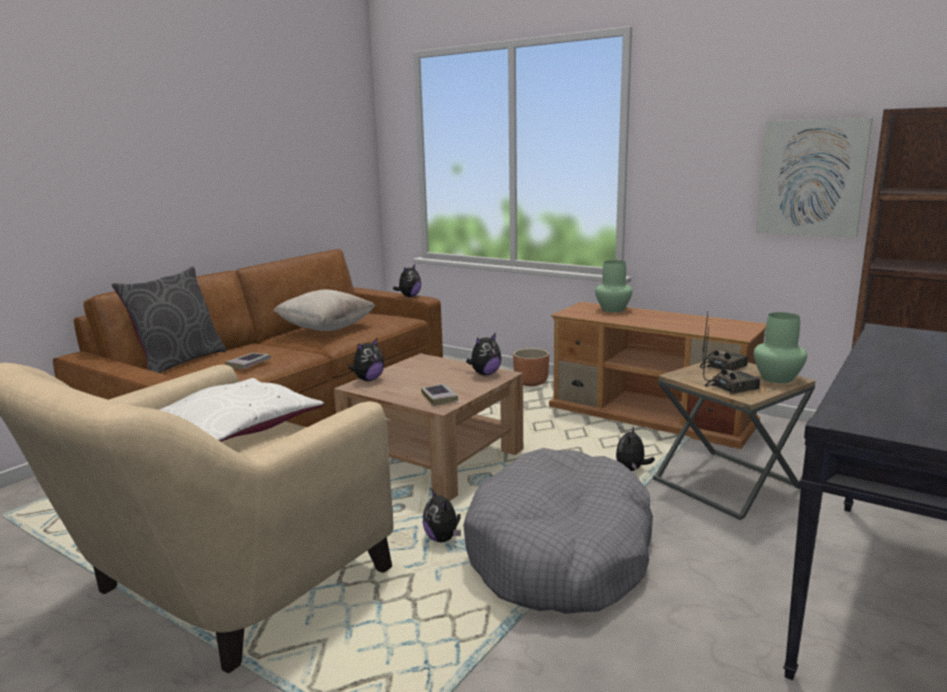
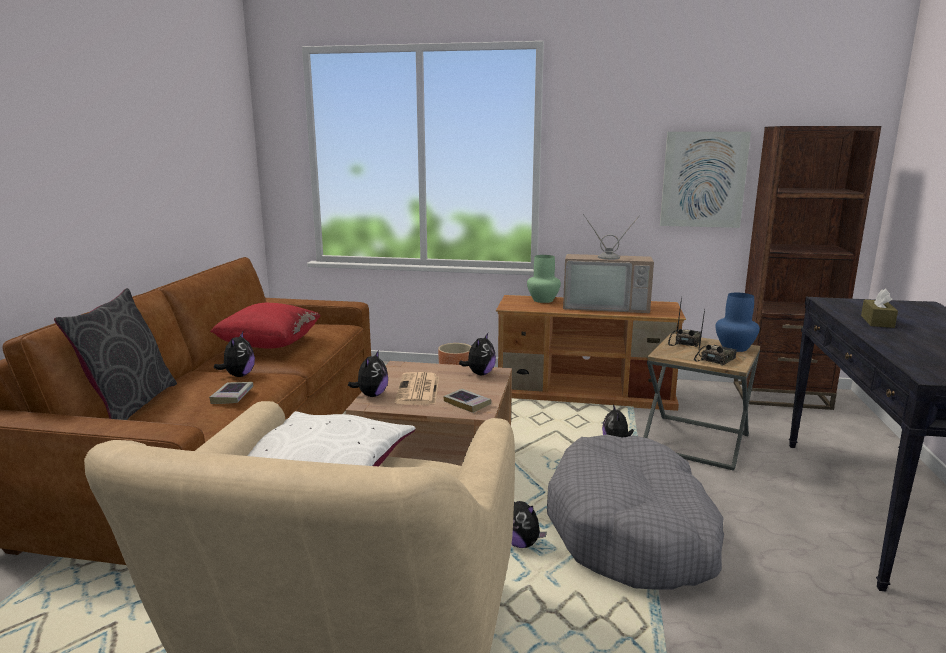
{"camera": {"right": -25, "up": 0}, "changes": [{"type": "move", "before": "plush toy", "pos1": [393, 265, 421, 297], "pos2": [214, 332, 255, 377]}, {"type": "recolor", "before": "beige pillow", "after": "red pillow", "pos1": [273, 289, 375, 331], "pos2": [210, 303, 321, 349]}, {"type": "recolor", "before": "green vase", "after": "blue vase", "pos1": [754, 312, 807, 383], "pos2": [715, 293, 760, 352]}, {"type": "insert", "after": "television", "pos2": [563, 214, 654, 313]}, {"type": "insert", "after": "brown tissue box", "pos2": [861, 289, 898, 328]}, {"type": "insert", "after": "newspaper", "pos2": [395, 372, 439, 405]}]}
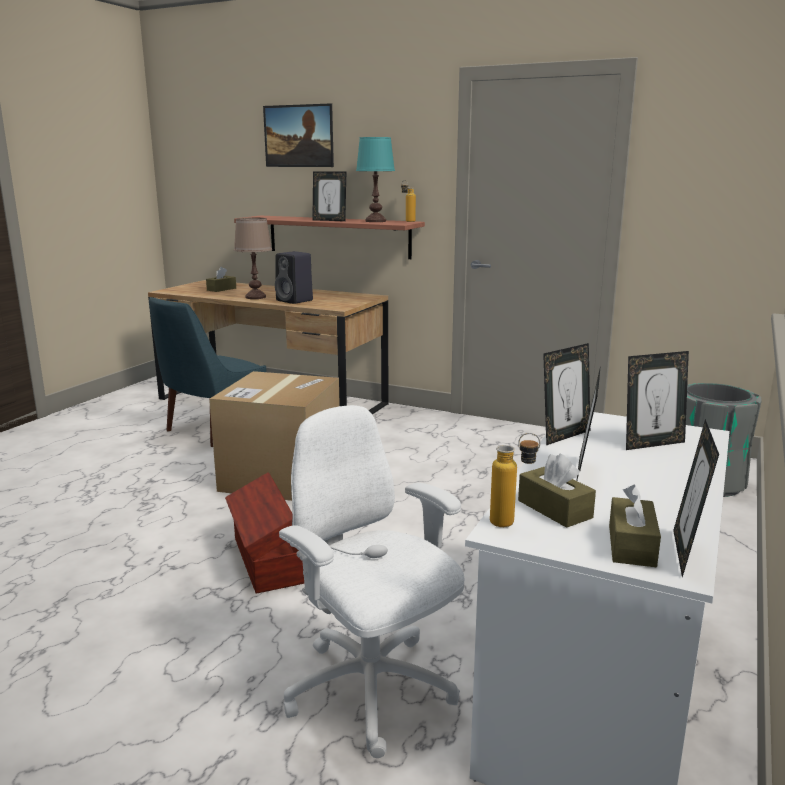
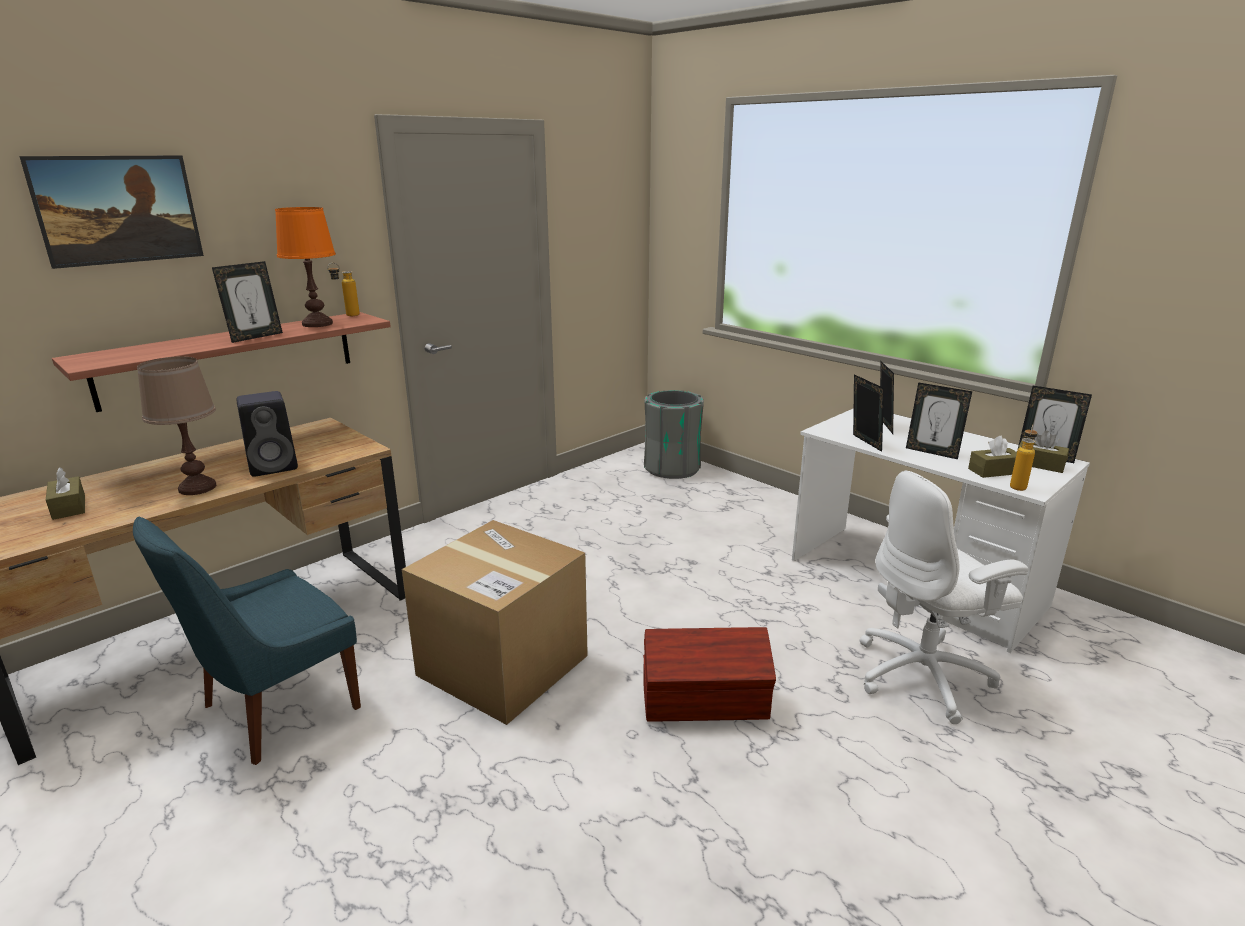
{"camera": {"right": -70, "up": 5}, "changes": [{"type": "recolor", "before": "turquoise table lamp", "after": "orange table lamp", "pos1": [356, 137, 395, 222], "pos2": [275, 207, 336, 327]}, {"type": "rotate", "before": "blue chair", "pos1": [149, 297, 266, 447], "pos2": [133, 517, 361, 765], "turn": 75}]}
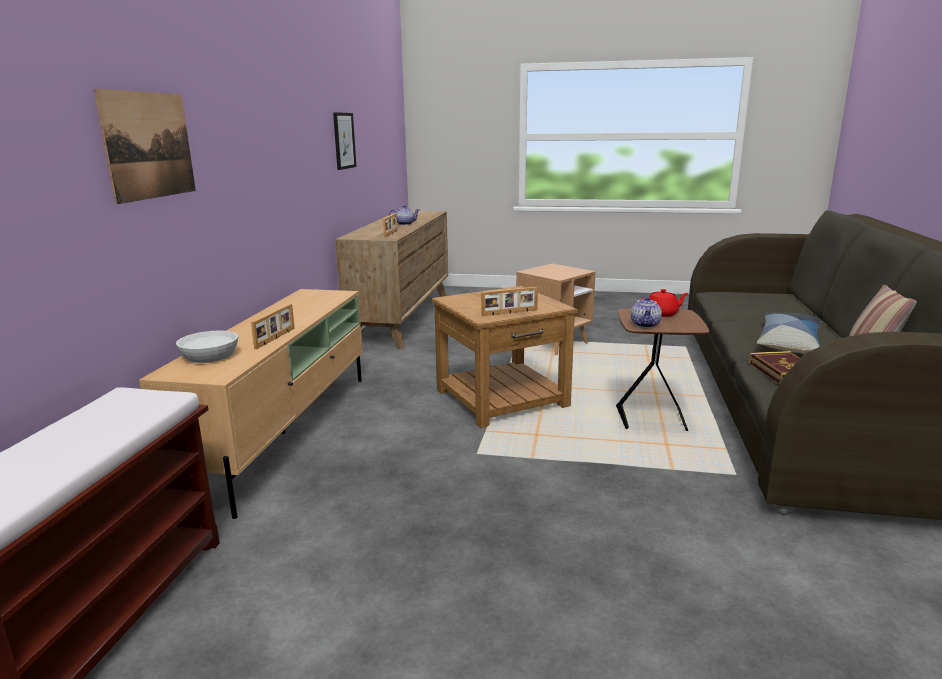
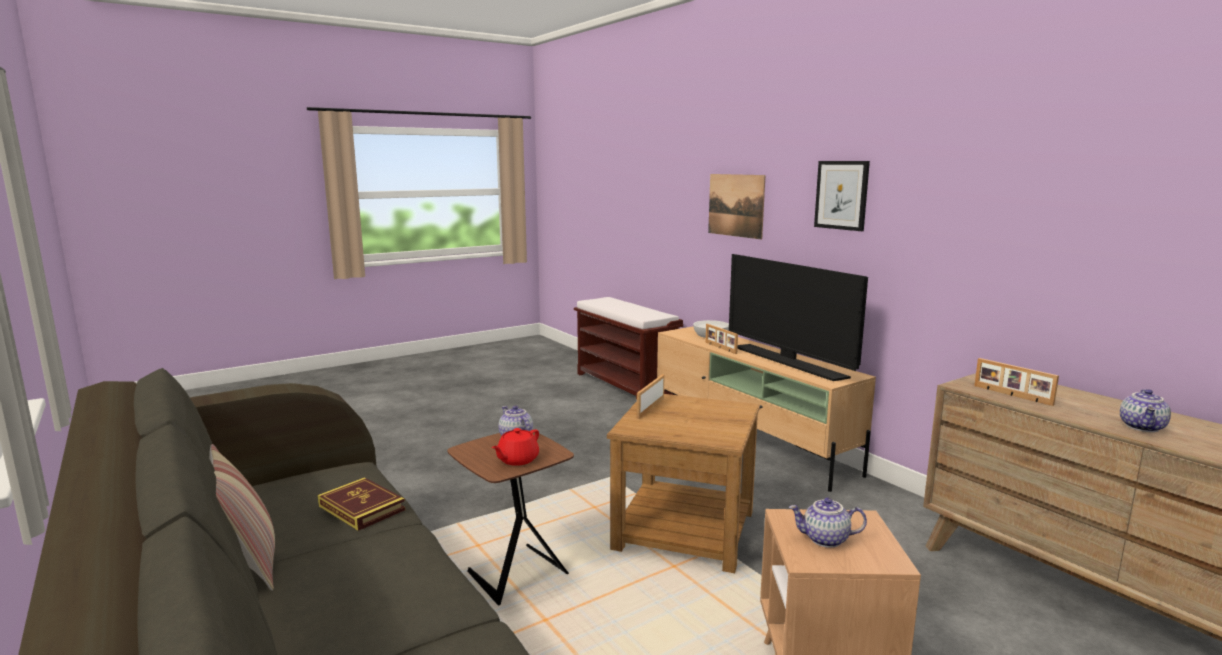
{"camera": {"right": 135, "up": -5}, "changes": [{"type": "move", "before": "picture", "pos1": [333, 112, 356, 170], "pos2": [814, 161, 870, 231]}, {"type": "delete", "before": "pillow", "pos1": [757, 312, 822, 354]}, {"type": "insert", "after": "television", "pos2": [729, 254, 868, 381]}, {"type": "insert", "after": "teapot", "pos2": [789, 498, 867, 548]}]}
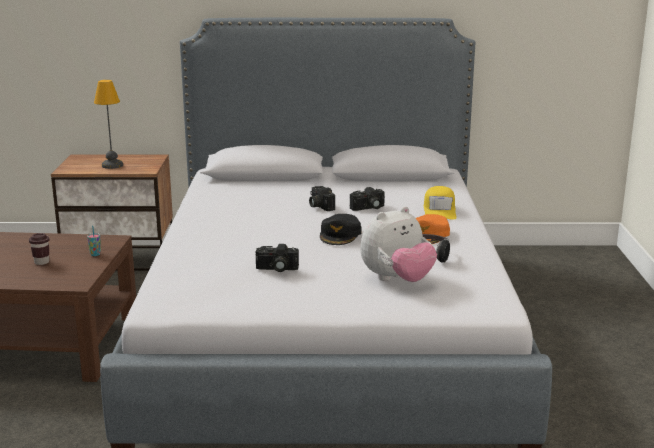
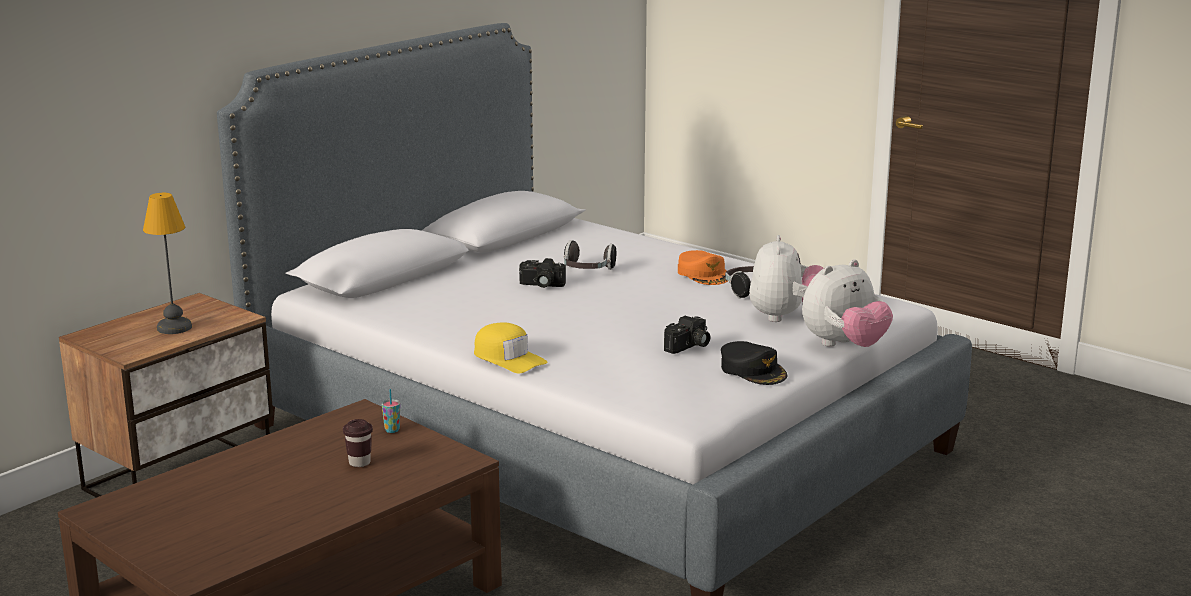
{"camera": {"right": -50, "up": 0}, "changes": [{"type": "move", "before": "yellow cap", "pos1": [424, 186, 457, 220], "pos2": [474, 323, 547, 374]}, {"type": "replace", "before": "photo camera", "after": "headphones", "pos1": [350, 187, 385, 211], "pos2": [563, 240, 616, 270]}, {"type": "move", "before": "black cap", "pos1": [320, 214, 362, 245], "pos2": [721, 341, 788, 385]}, {"type": "insert", "after": "plush toy", "pos2": [802, 259, 893, 347]}]}
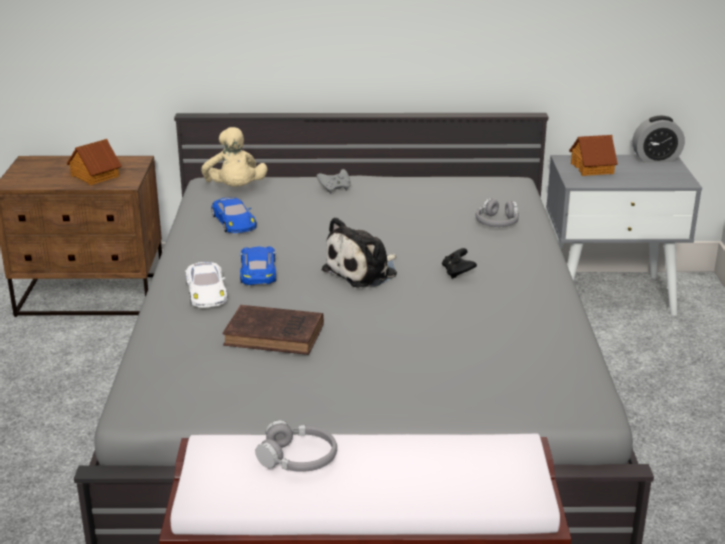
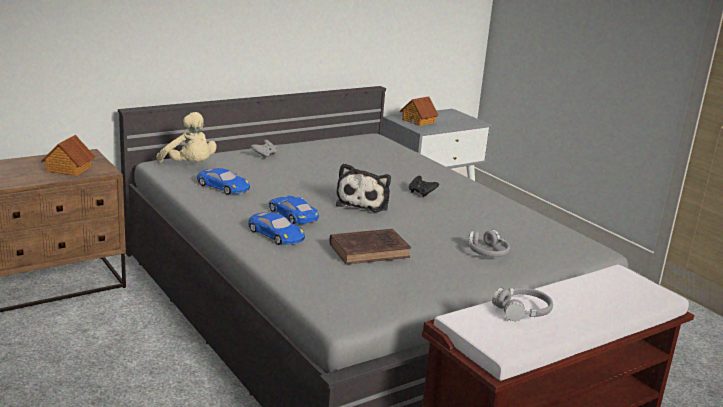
{"camera": {"right": -35, "up": -5}, "changes": [{"type": "delete", "before": "alarm clock", "pos1": [632, 116, 685, 163]}, {"type": "move", "before": "grey headphones", "pos1": [475, 198, 519, 227], "pos2": [468, 230, 510, 257]}, {"type": "recolor", "before": "white toy car", "after": "blue toy car", "pos1": [185, 262, 227, 307], "pos2": [248, 212, 305, 245]}]}
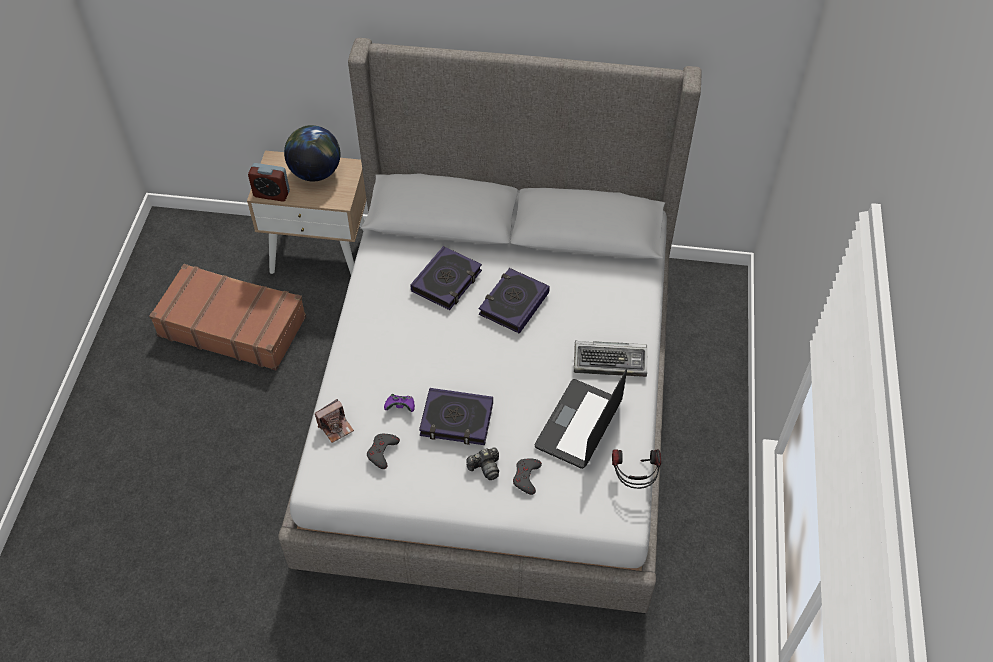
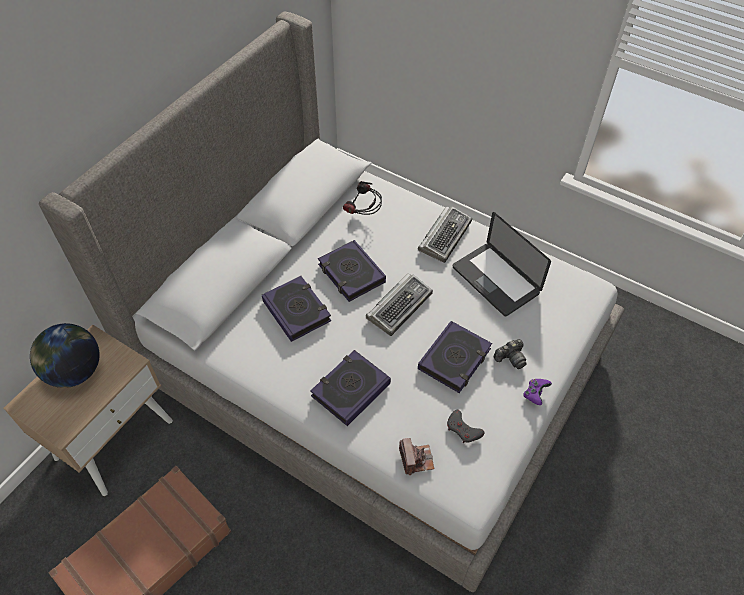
{"camera": {"right": -65, "up": 0}, "changes": [{"type": "delete", "before": "alarm clock", "pos1": [248, 163, 290, 201]}, {"type": "move", "before": "purple game controller", "pos1": [384, 394, 415, 412], "pos2": [523, 379, 552, 405]}, {"type": "rotate", "before": "photo camera", "pos1": [466, 448, 499, 480], "pos2": [493, 339, 527, 369], "turn": 60}, {"type": "move", "before": "headphones", "pos1": [612, 449, 661, 489], "pos2": [343, 181, 382, 215]}, {"type": "delete", "before": "grey game controller", "pos1": [513, 459, 542, 495]}, {"type": "insert", "after": "keyboard", "pos2": [366, 274, 433, 336]}, {"type": "insert", "after": "book", "pos2": [310, 350, 391, 426]}]}
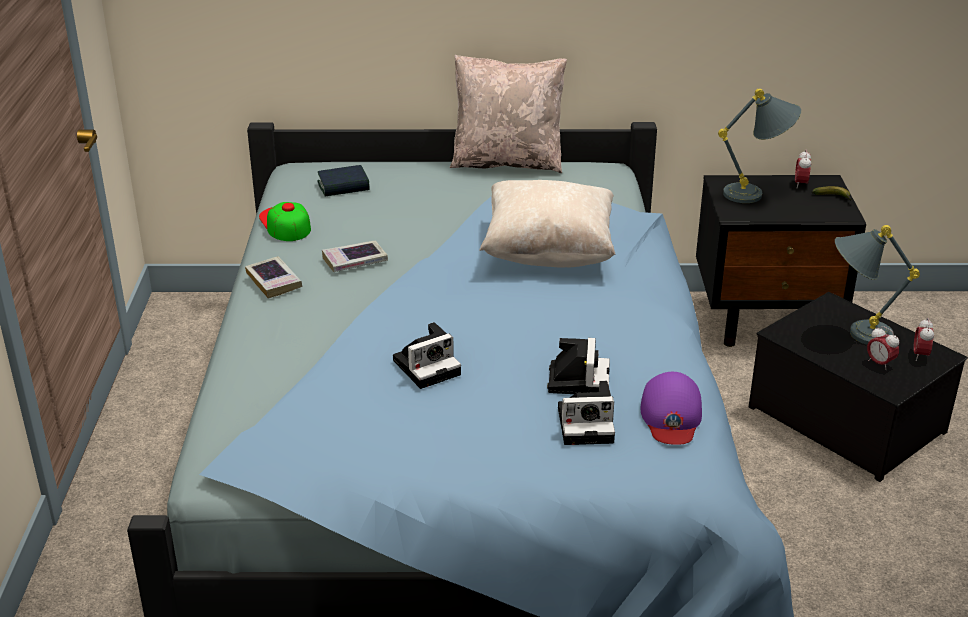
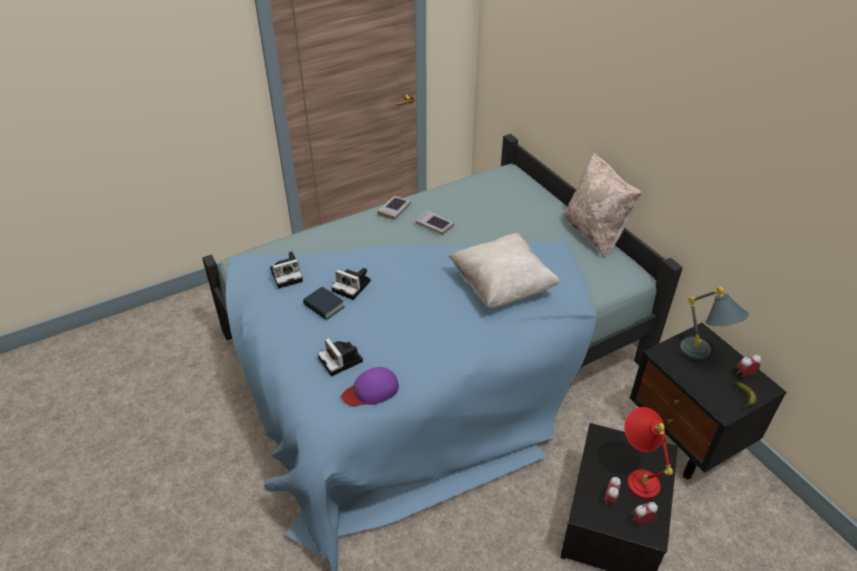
{"camera": {"right": 60, "up": 10}, "changes": [{"type": "move", "before": "book", "pos1": [318, 165, 370, 196], "pos2": [303, 287, 344, 320]}, {"type": "delete", "before": "cap", "pos1": [259, 202, 311, 241]}, {"type": "recolor", "before": "grey table lamp", "after": "red table lamp", "pos1": [835, 225, 920, 345], "pos2": [624, 407, 673, 499]}, {"type": "move", "before": "photo camera", "pos1": [547, 338, 610, 394], "pos2": [270, 251, 303, 288]}]}
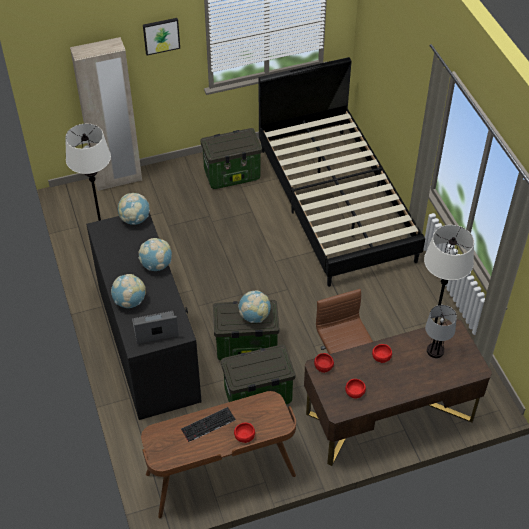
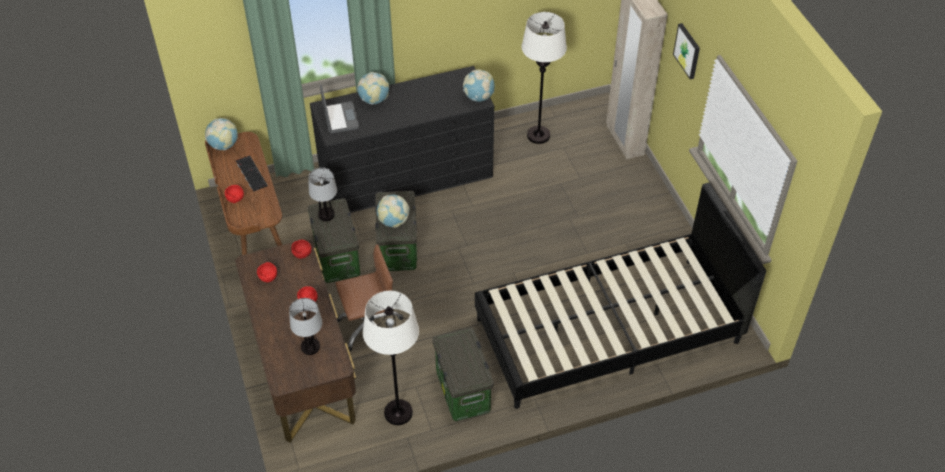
{"camera": {"right": 90, "up": 0}, "changes": [{"type": "move", "before": "storage box", "pos1": [200, 128, 262, 189], "pos2": [433, 327, 494, 421]}, {"type": "move", "before": "globe", "pos1": [139, 238, 172, 271], "pos2": [205, 118, 238, 150]}, {"type": "insert", "after": "table lamp", "pos2": [308, 168, 337, 221]}]}
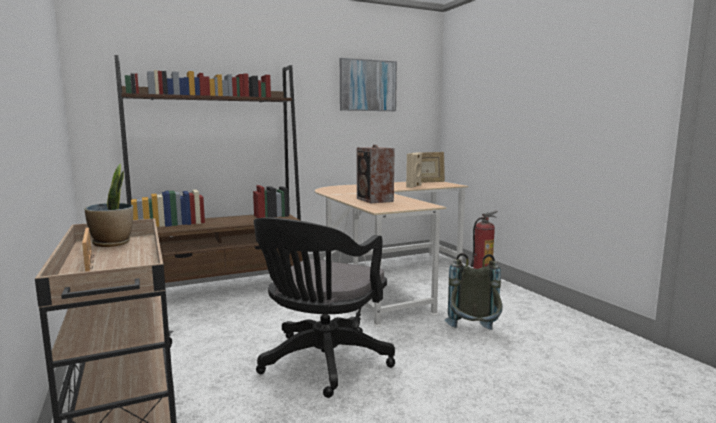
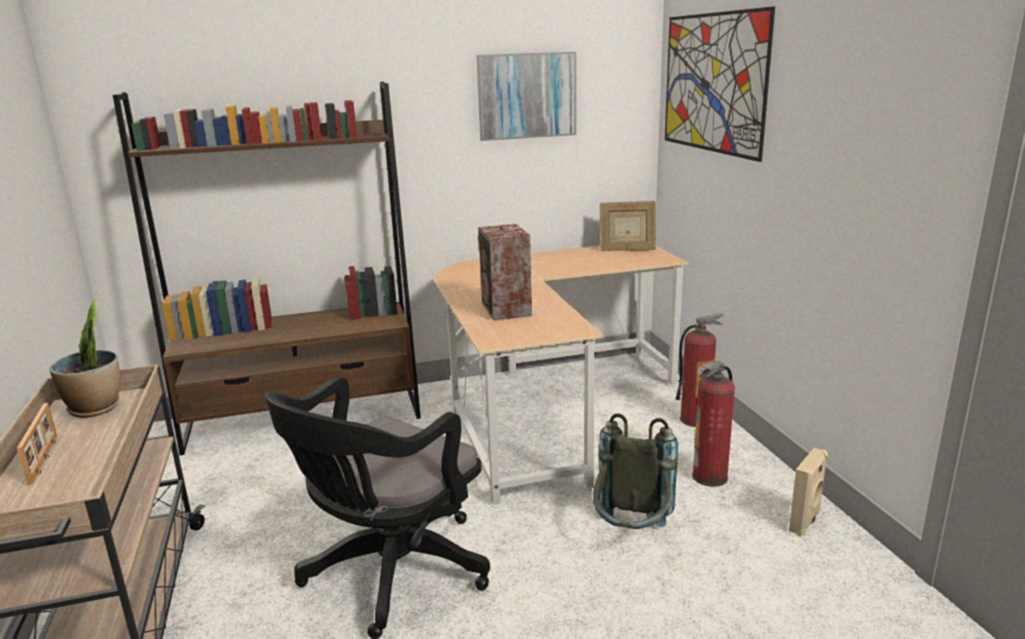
{"camera": {"right": 10, "up": 10}, "changes": [{"type": "move", "before": "beige speaker", "pos1": [406, 152, 422, 188], "pos2": [789, 448, 828, 536]}, {"type": "insert", "after": "picture", "pos2": [665, 6, 775, 162]}, {"type": "insert", "after": "fire extinguisher", "pos2": [692, 361, 735, 487]}]}
